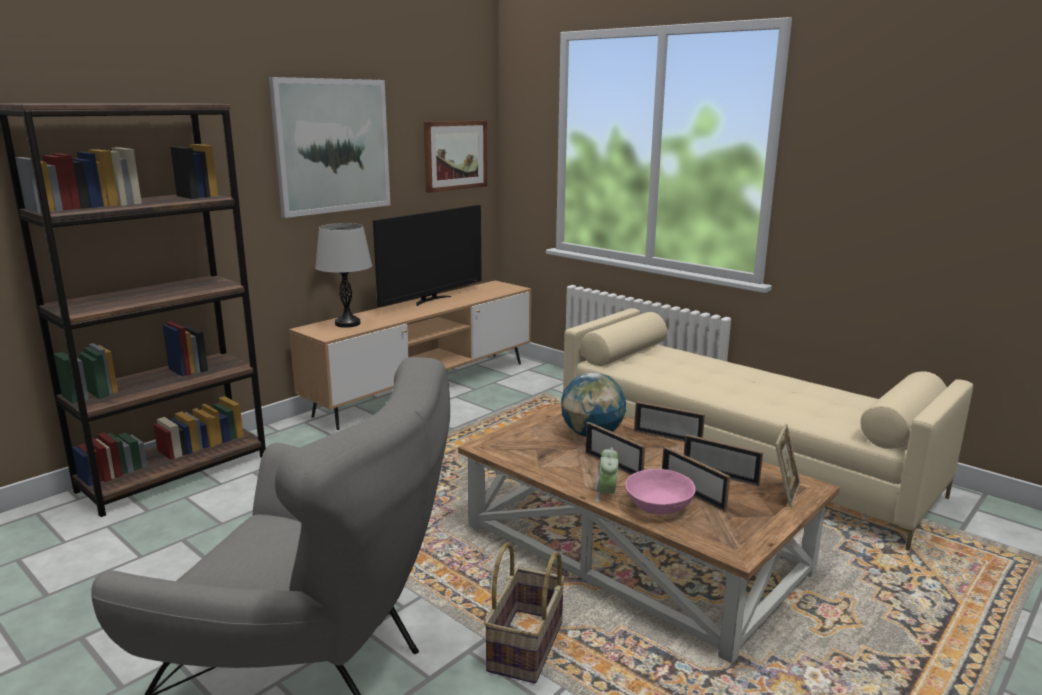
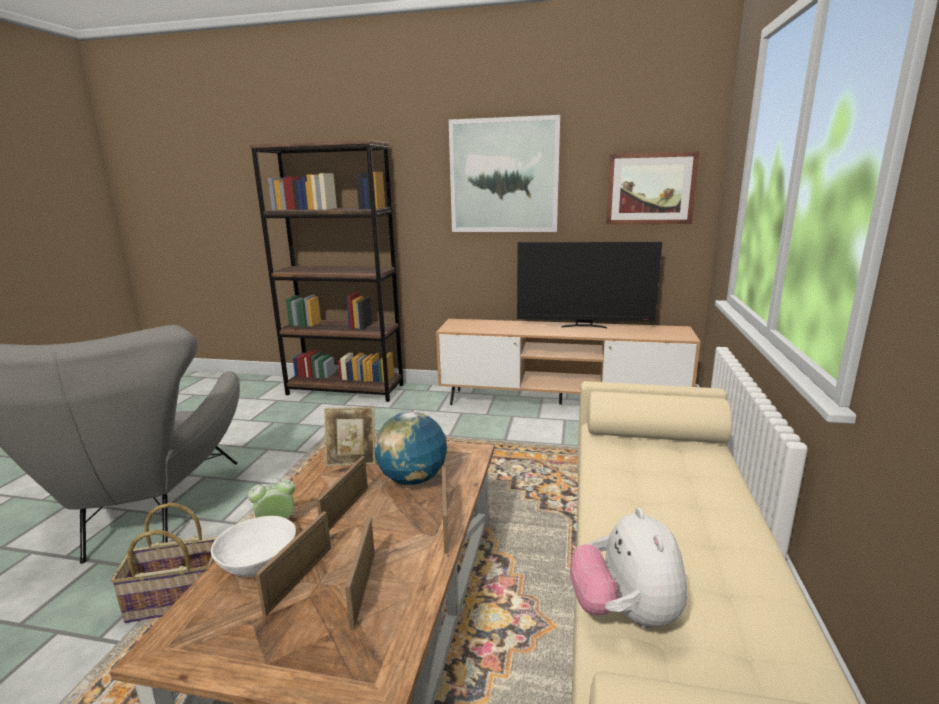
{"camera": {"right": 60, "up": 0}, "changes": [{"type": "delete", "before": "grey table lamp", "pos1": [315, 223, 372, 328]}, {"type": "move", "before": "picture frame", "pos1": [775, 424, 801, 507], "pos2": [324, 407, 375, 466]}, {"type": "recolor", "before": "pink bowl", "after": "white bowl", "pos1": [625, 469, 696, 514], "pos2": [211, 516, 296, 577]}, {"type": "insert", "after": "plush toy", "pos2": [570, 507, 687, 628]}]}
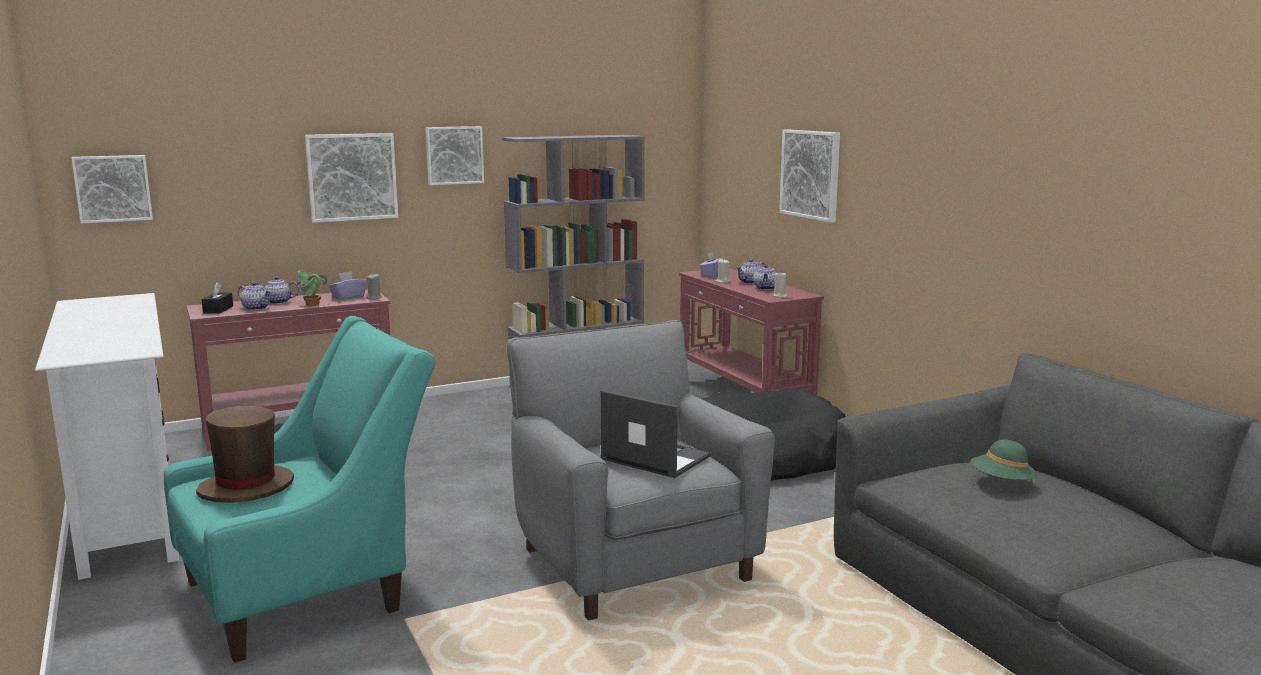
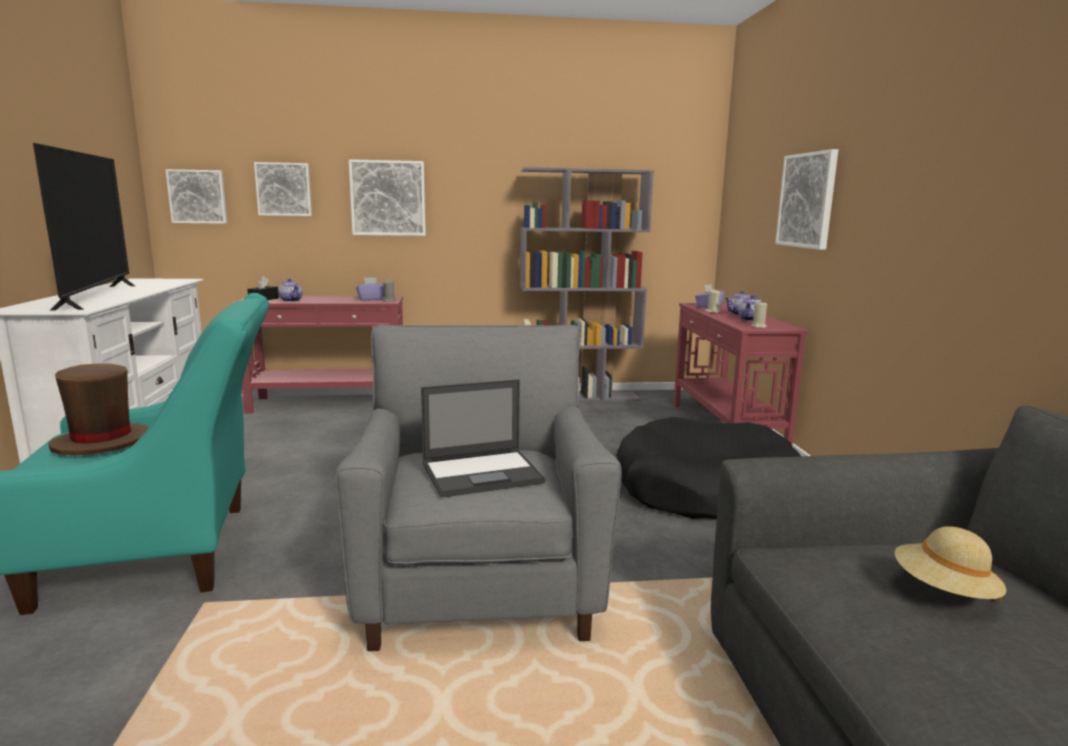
{"camera": {"right": 20, "up": 0}, "changes": [{"type": "move", "before": "picture", "pos1": [425, 126, 484, 185], "pos2": [254, 162, 312, 216]}, {"type": "delete", "before": "potted plant", "pos1": [297, 270, 328, 306]}, {"type": "delete", "before": "teapot", "pos1": [256, 277, 300, 304]}, {"type": "rotate", "before": "laptop", "pos1": [600, 390, 712, 478], "pos2": [421, 379, 546, 498], "turn": 105}, {"type": "recolor", "before": "green hat", "after": "beige hat", "pos1": [971, 440, 1037, 483], "pos2": [895, 526, 1006, 602]}, {"type": "insert", "after": "television", "pos2": [33, 143, 135, 311]}]}
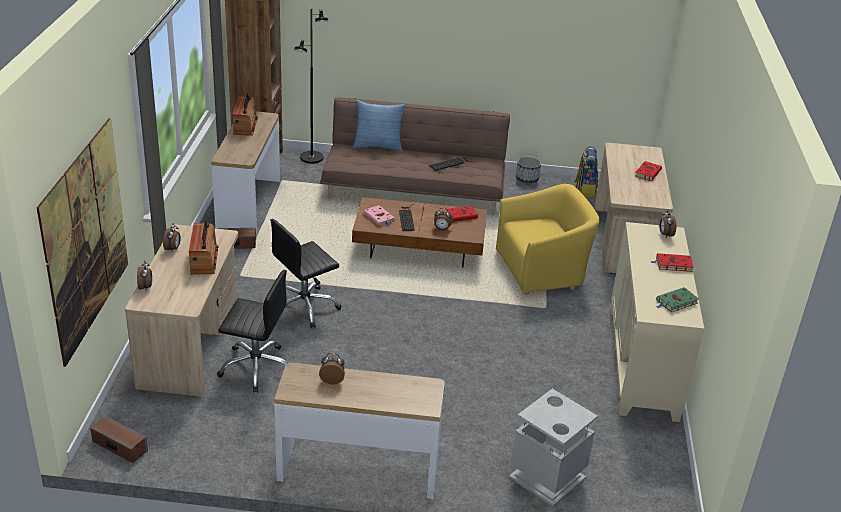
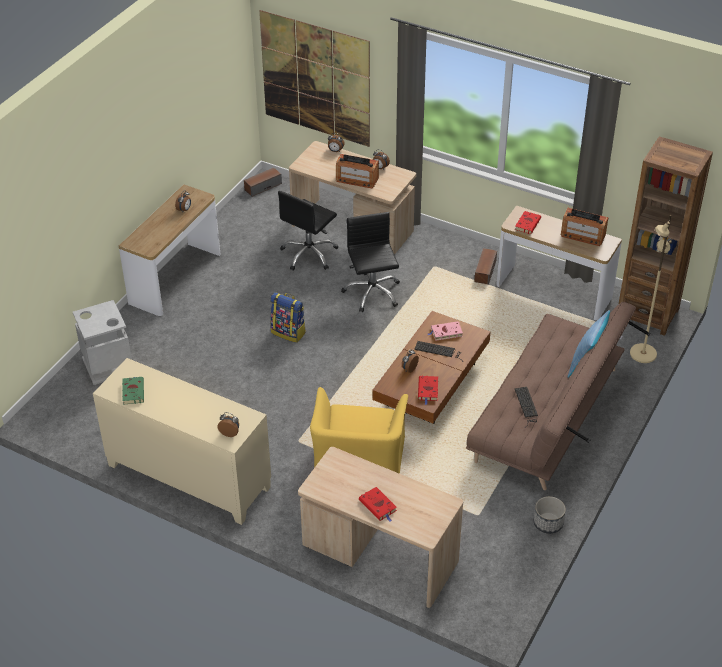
{"camera": {"right": 115, "up": 10}, "changes": [{"type": "recolor", "before": "black floor lamp", "after": "beige floor lamp", "pos1": [294, 8, 328, 163], "pos2": [630, 215, 672, 363]}, {"type": "move", "before": "backpack", "pos1": [575, 146, 598, 198], "pos2": [270, 292, 306, 343]}, {"type": "move", "before": "red book", "pos1": [650, 253, 694, 272], "pos2": [515, 211, 541, 234]}]}
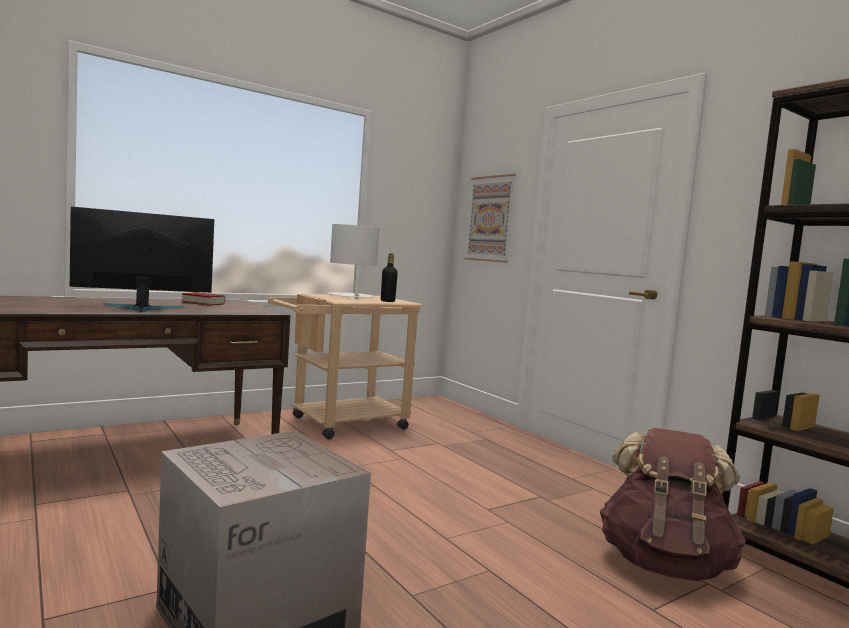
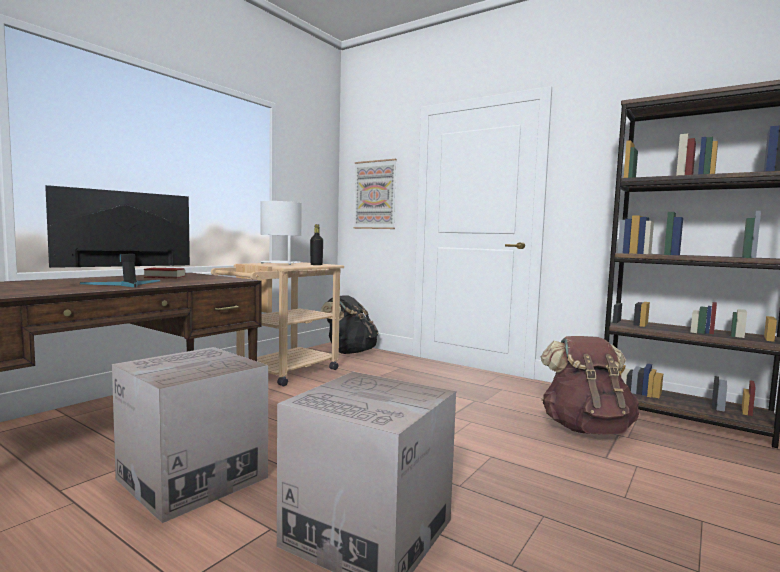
{"camera": {"right": -20, "up": 0}, "changes": [{"type": "insert", "after": "black backpack", "pos2": [321, 295, 378, 354]}, {"type": "insert", "after": "cardboard box", "pos2": [112, 347, 268, 523]}]}
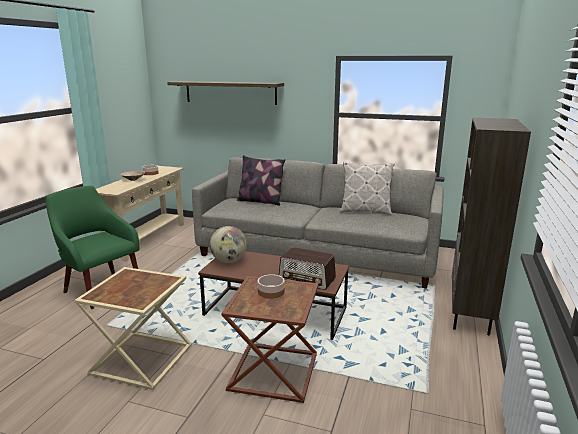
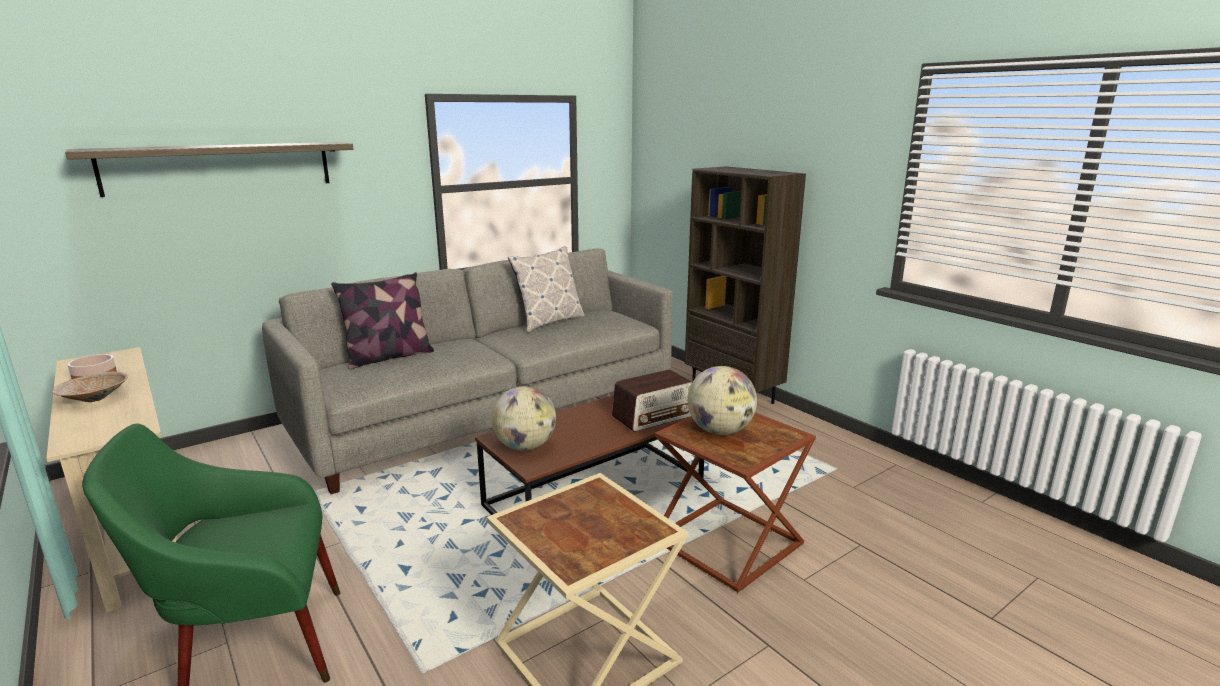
{"camera": {"right": -55, "up": 0}, "changes": [{"type": "replace", "before": "bowl", "after": "globe", "pos1": [258, 274, 285, 299], "pos2": [687, 366, 757, 435]}]}
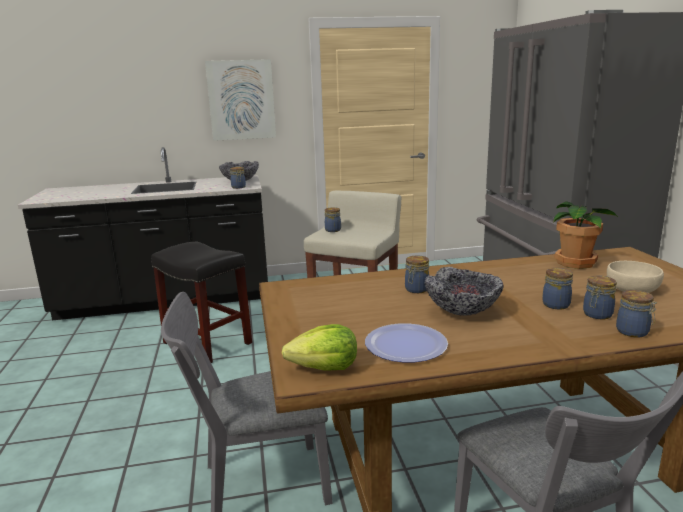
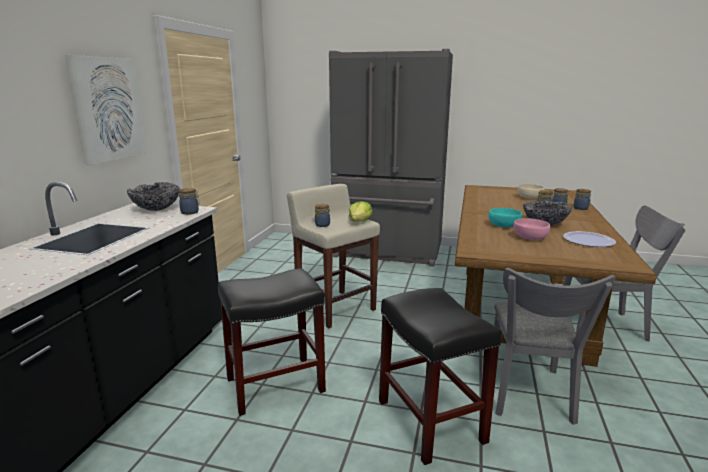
{"camera": {"right": -65, "up": 0}, "changes": [{"type": "delete", "before": "potted plant", "pos1": [553, 201, 619, 269]}, {"type": "replace", "before": "jar", "after": "turquoise bowl", "pos1": [405, 256, 429, 293], "pos2": [489, 208, 522, 227]}, {"type": "move", "before": "lettuce", "pos1": [282, 324, 357, 371], "pos2": [349, 201, 373, 222]}, {"type": "insert", "after": "pink bowl", "pos2": [513, 218, 550, 240]}, {"type": "insert", "after": "black stool", "pos2": [379, 288, 501, 465]}]}
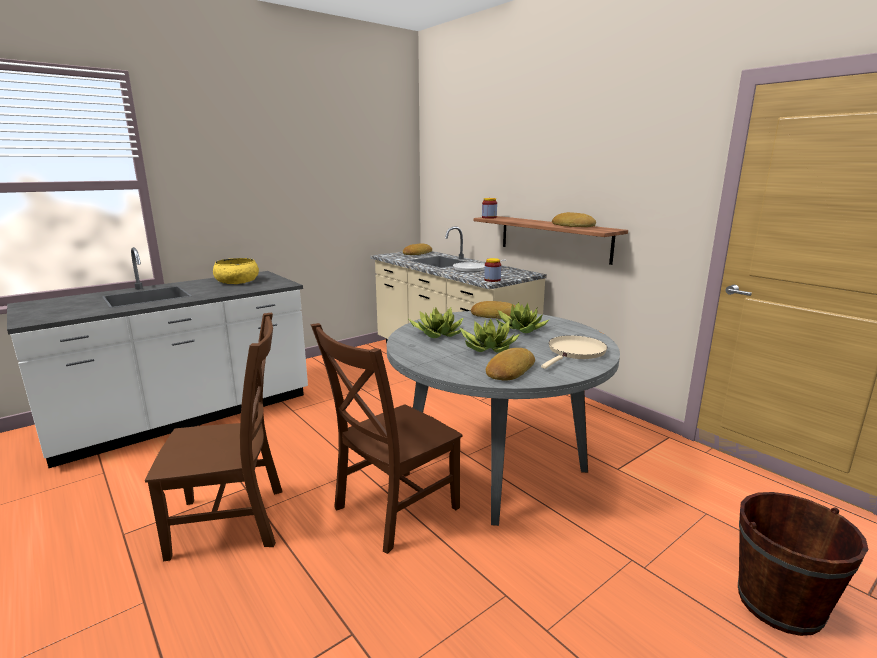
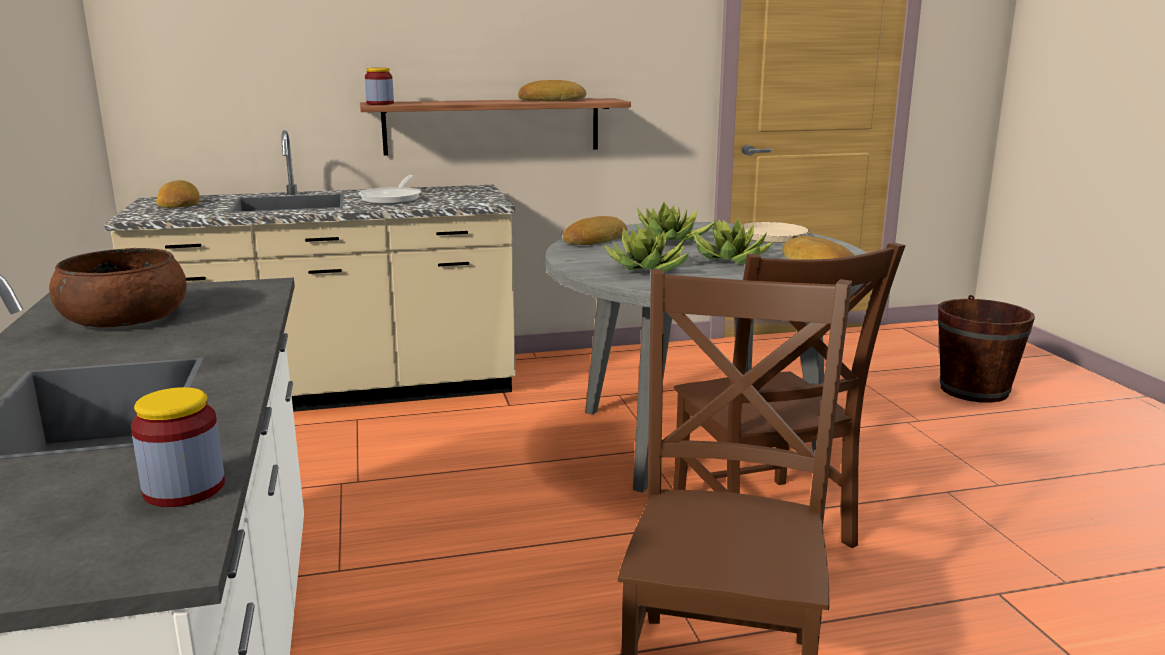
{"camera": {"right": -65, "up": 0}, "changes": [{"type": "recolor", "before": "yellow bowl", "after": "brown bowl", "pos1": [213, 258, 259, 284], "pos2": [49, 248, 187, 328]}, {"type": "move", "before": "jar", "pos1": [484, 258, 501, 282], "pos2": [131, 387, 225, 507]}]}
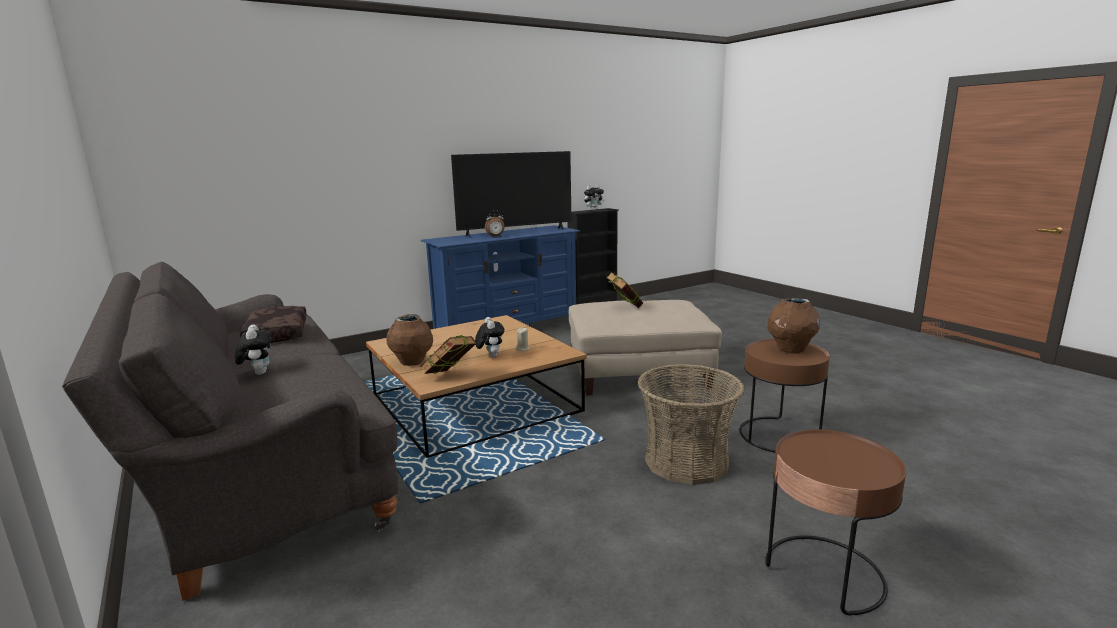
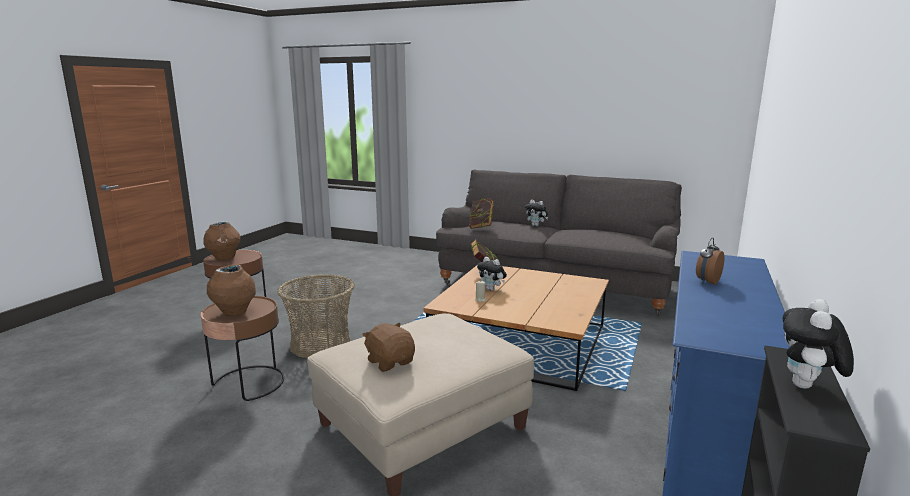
{"camera": {"right": 145, "up": 0}, "changes": [{"type": "delete", "before": "television", "pos1": [451, 151, 572, 238]}, {"type": "move", "before": "book", "pos1": [606, 272, 643, 308], "pos2": [469, 198, 494, 229]}, {"type": "delete", "before": "brown pillow", "pos1": [240, 306, 307, 343]}, {"type": "move", "before": "brown vase", "pos1": [386, 314, 433, 366], "pos2": [203, 221, 240, 260]}, {"type": "insert", "after": "brown plush toy", "pos2": [362, 323, 415, 372]}]}
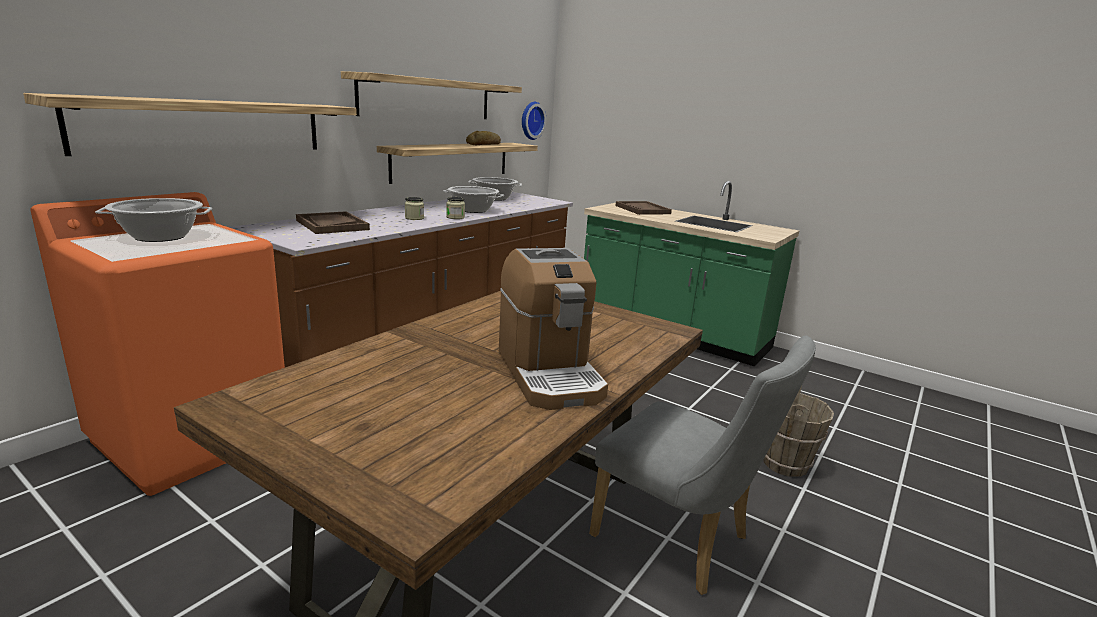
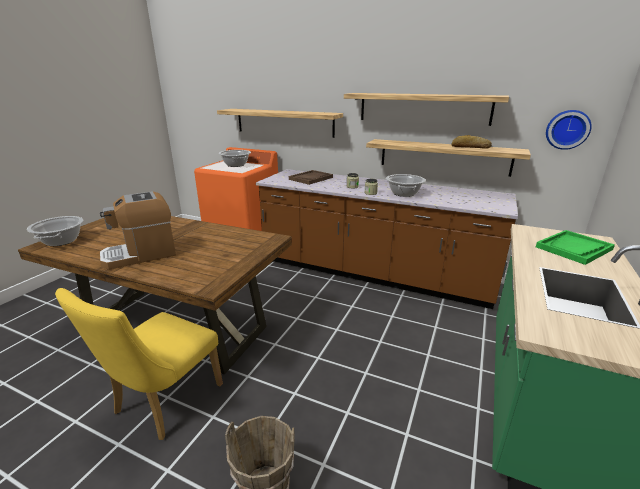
{"camera": {"right": 80, "up": 5}, "changes": [{"type": "move", "before": "cooking pot", "pos1": [468, 177, 522, 201], "pos2": [27, 216, 83, 246]}, {"type": "recolor", "before": "brown tray", "after": "green tray", "pos1": [615, 201, 672, 215], "pos2": [536, 230, 615, 265]}, {"type": "recolor", "before": "grey chair", "after": "yellow chair", "pos1": [589, 336, 816, 595], "pos2": [55, 288, 223, 440]}]}
